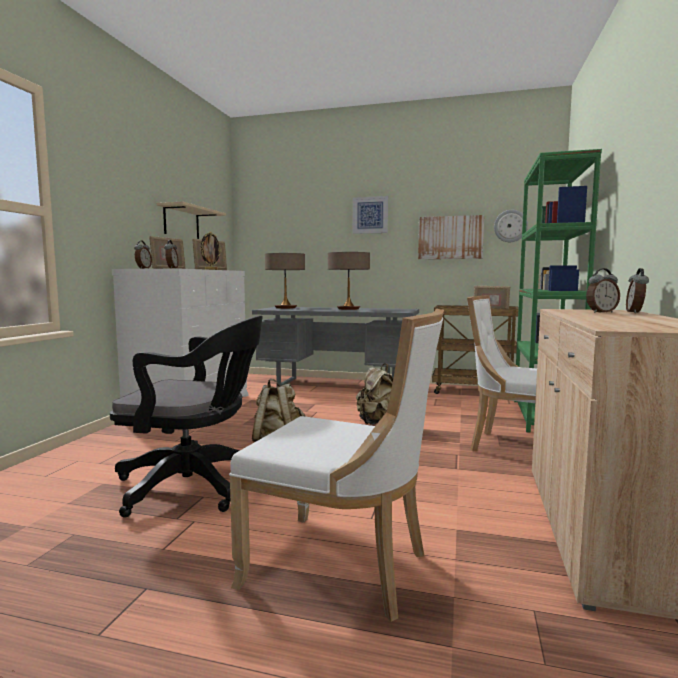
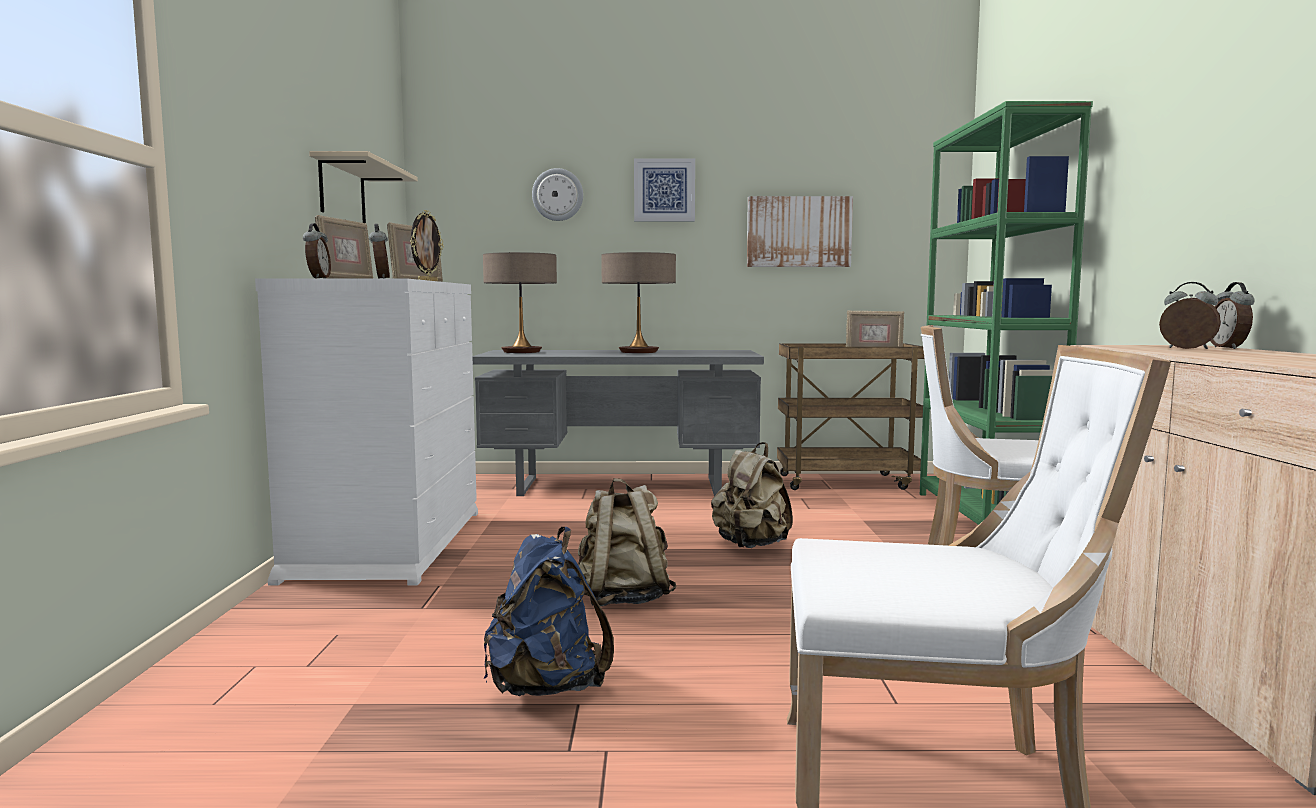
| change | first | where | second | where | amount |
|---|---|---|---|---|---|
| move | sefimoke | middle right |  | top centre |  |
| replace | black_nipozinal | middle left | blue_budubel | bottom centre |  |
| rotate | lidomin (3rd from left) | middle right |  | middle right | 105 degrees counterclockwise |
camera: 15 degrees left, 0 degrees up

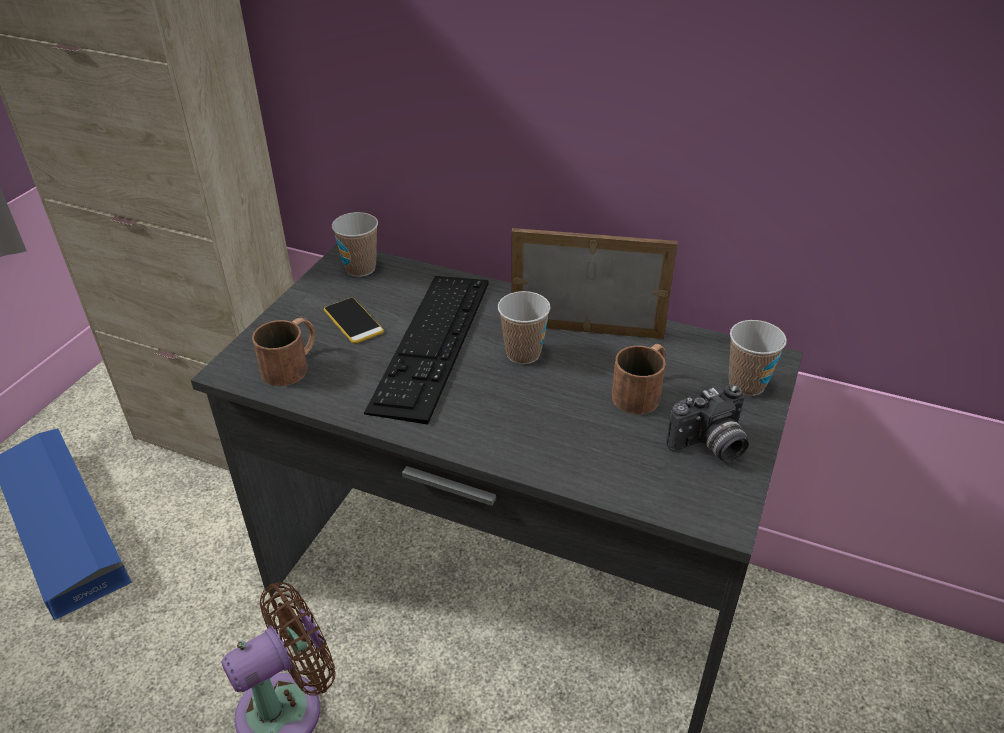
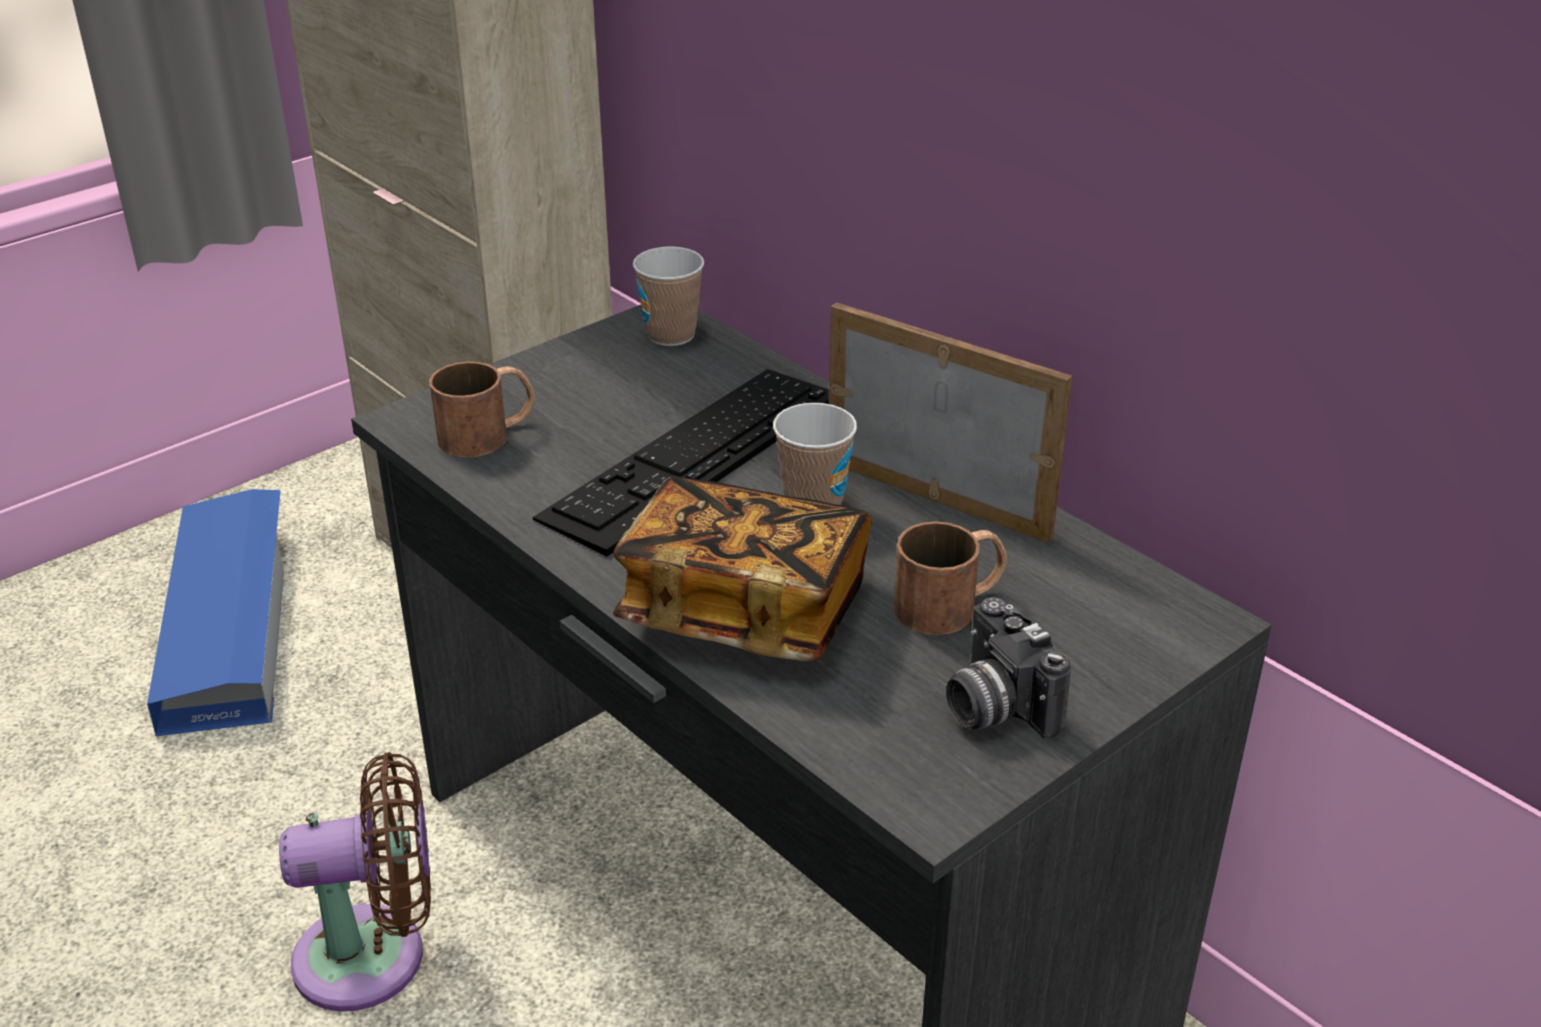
| change | first | where | second | where | amount |
|---|---|---|---|---|---|
| delete | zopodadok | centre |  |  |  |
| delete | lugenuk (3rd from left) | middle right |  |  |  |
| insert |  |  | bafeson | centre |  |
| rotate | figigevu | middle right |  | centre | 60 degrees clockwise |
camera: 25 degrees right, 5 degrees down

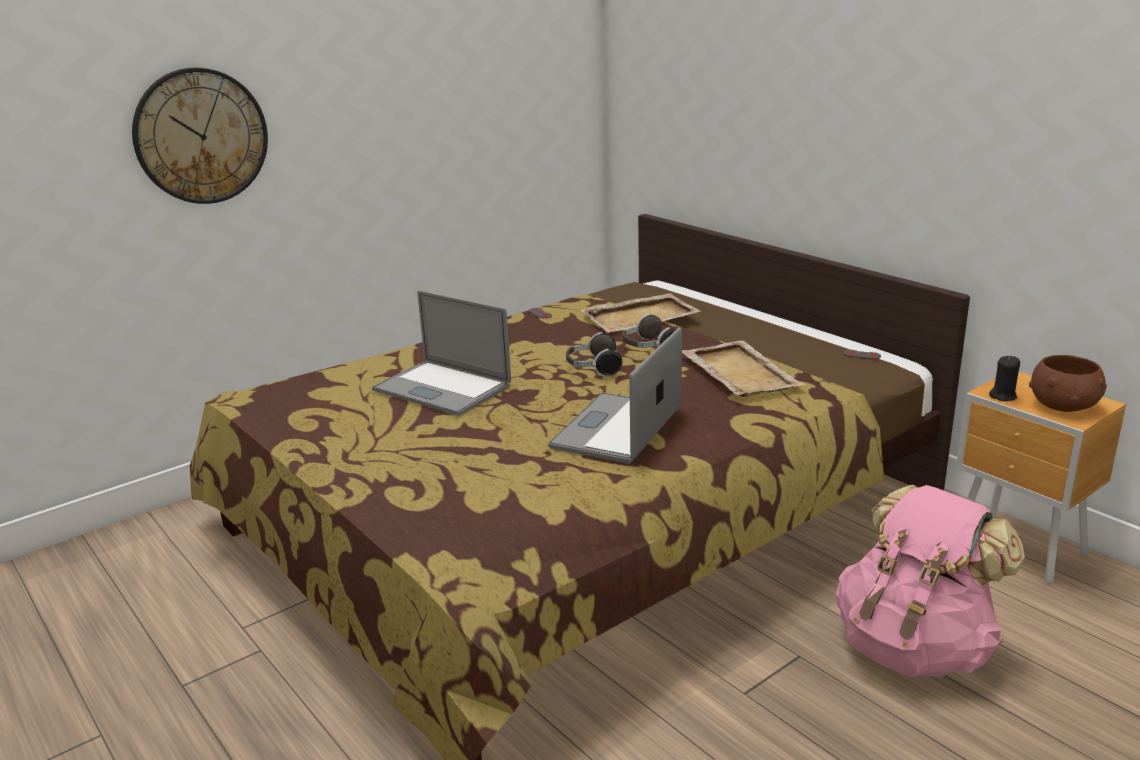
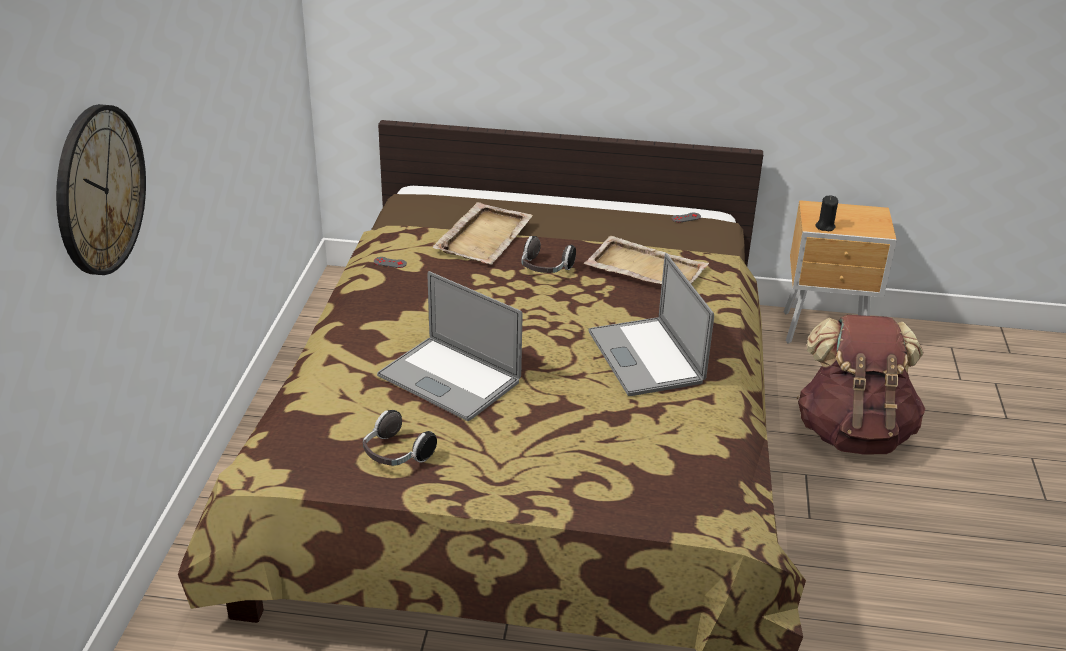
| change | first | where | second | where | amount |
|---|---|---|---|---|---|
| delete | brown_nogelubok | middle right |  |  |  |
| move | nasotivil (1st from left) | centre |  | bottom centre |  |
| recolor | pink_budubel | bottom right | brown_budubel | middle right |  |
| rotate | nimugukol (1st from left) | centre |  | centre | 45 degrees clockwise |
camera: 45 degrees left, 10 degrees up

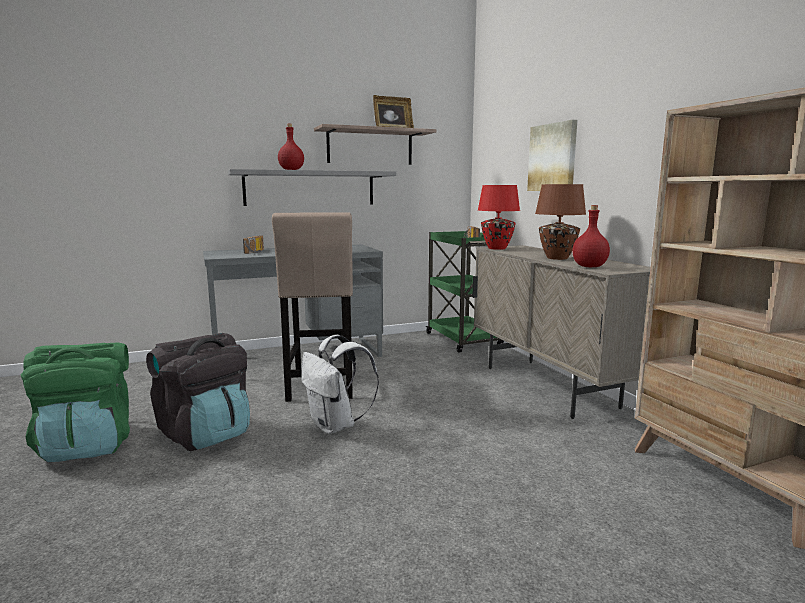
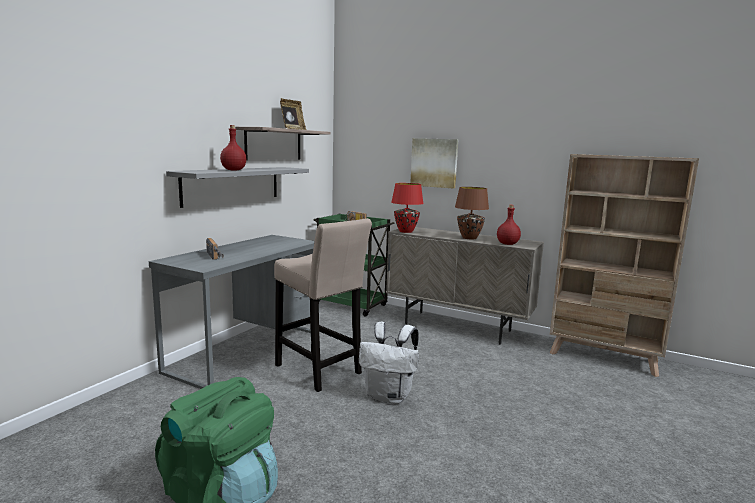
| change | first | where | second | where | amount |
|---|---|---|---|---|---|
| delete | black_budubel | middle left |  |  |  |
camera: 40 degrees left, 0 degrees up

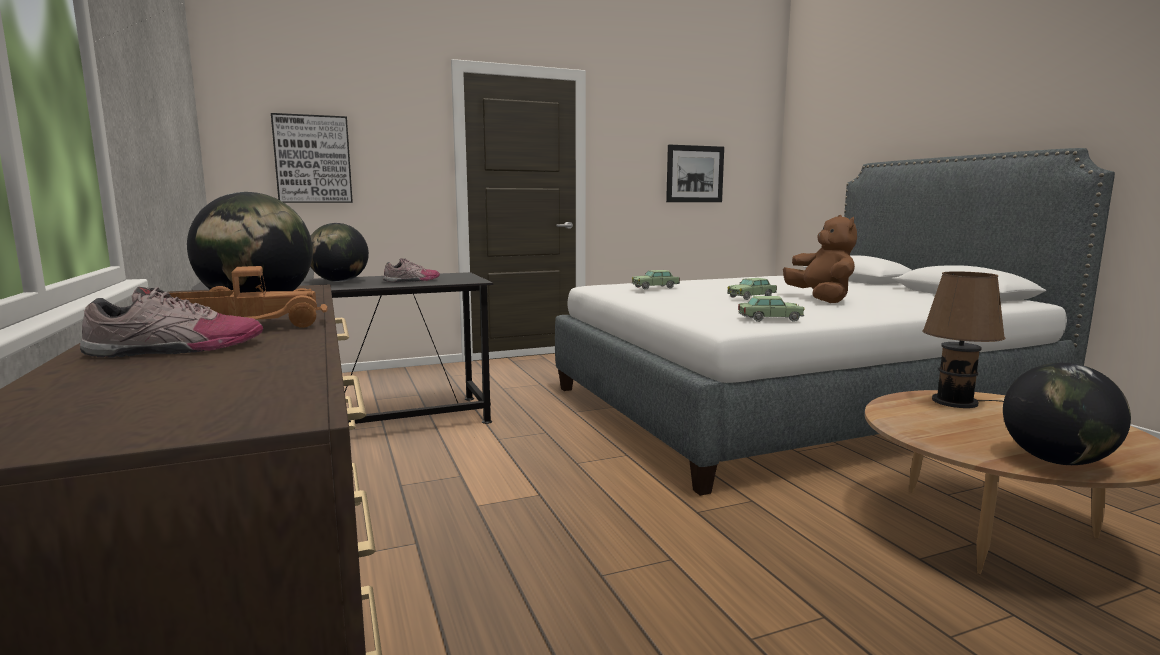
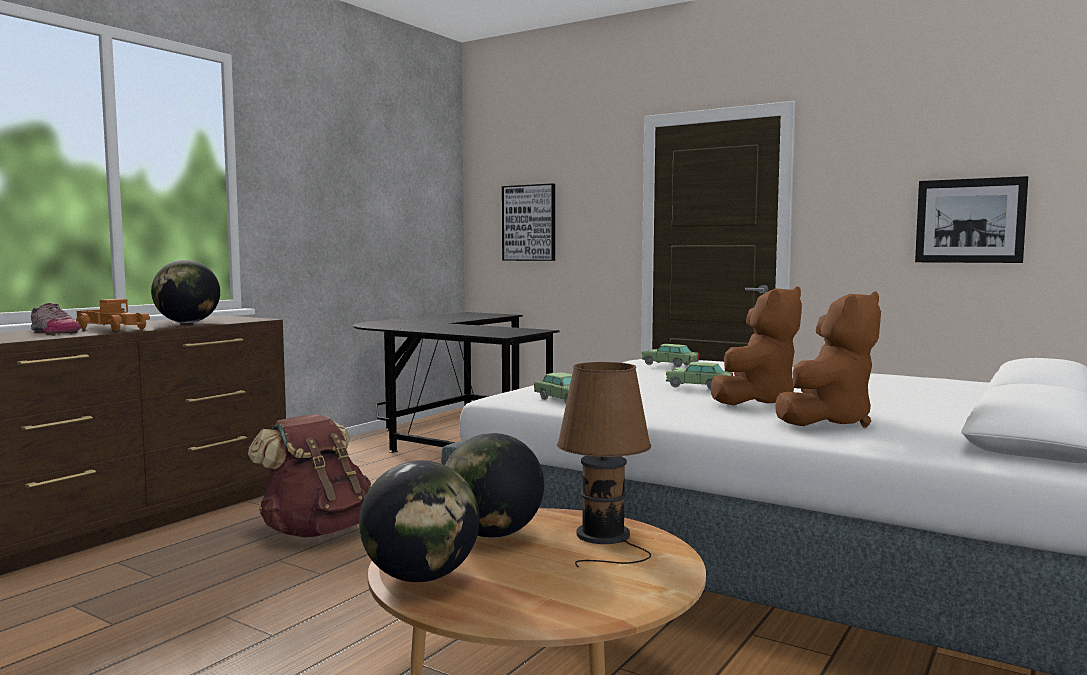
| change | first | where | second | where | amount |
|---|---|---|---|---|---|
| delete | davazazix (2nd from left) | centre |  |  |  |
| insert |  |  | brown_budubel | bottom left |  |
| insert |  |  | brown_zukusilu (2nd from left) | middle right |  |
| move | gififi (2nd from left in the first image) | middle left | gififi (3rd from left) | bottom centre |  |
camera: 55 degrees right, 5 degrees down

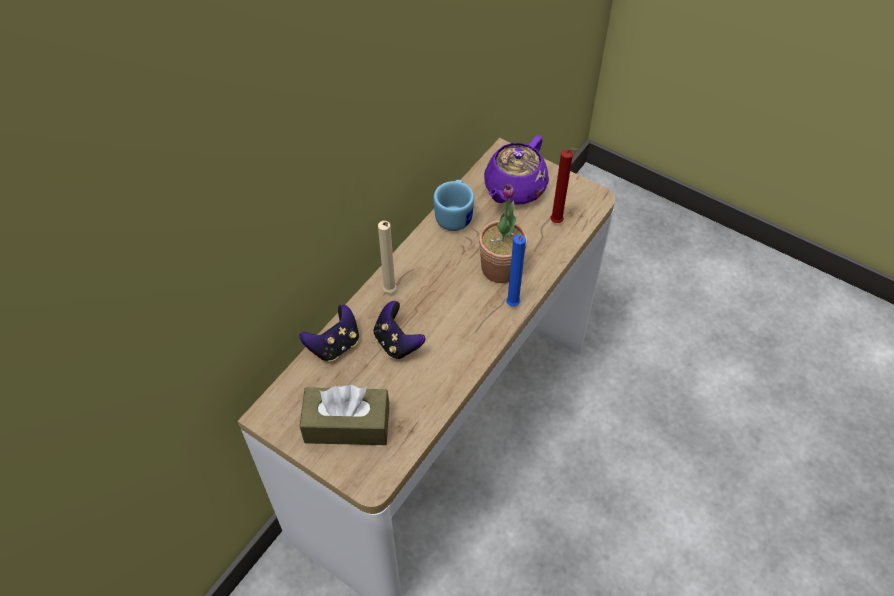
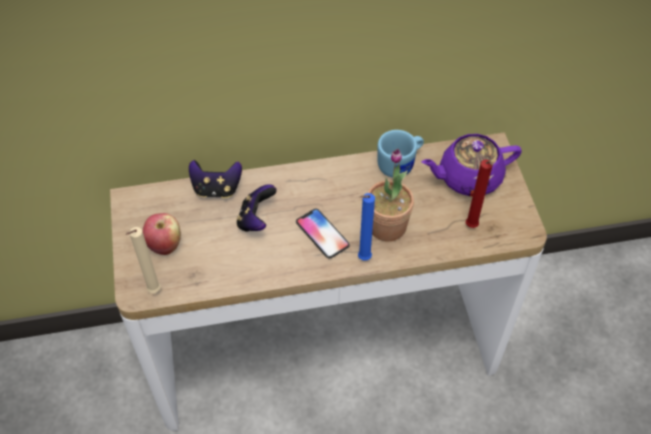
| change | first | where | second | where | amount |
|---|---|---|---|---|---|
| insert |  |  | zopodadok | centre |  |
| move | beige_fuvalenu | centre |  | middle left |  |
| replace | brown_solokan | bottom centre | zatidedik | middle left |  |
camera: 45 degrees right, 0 degrees up

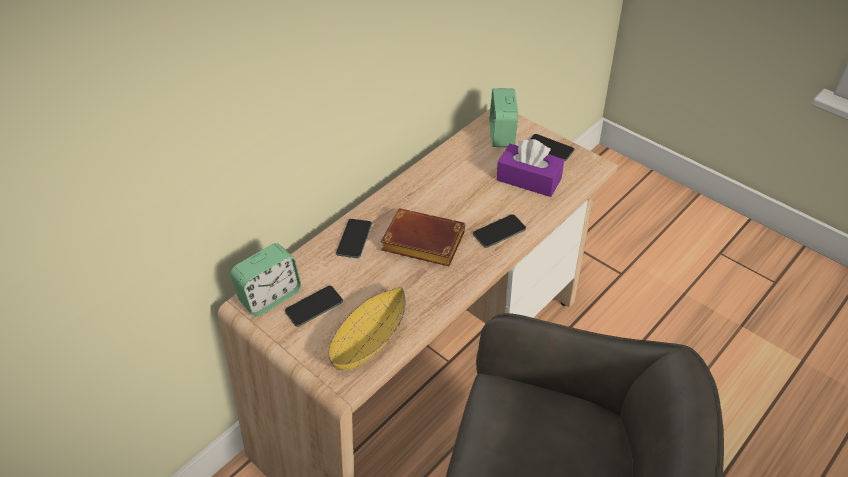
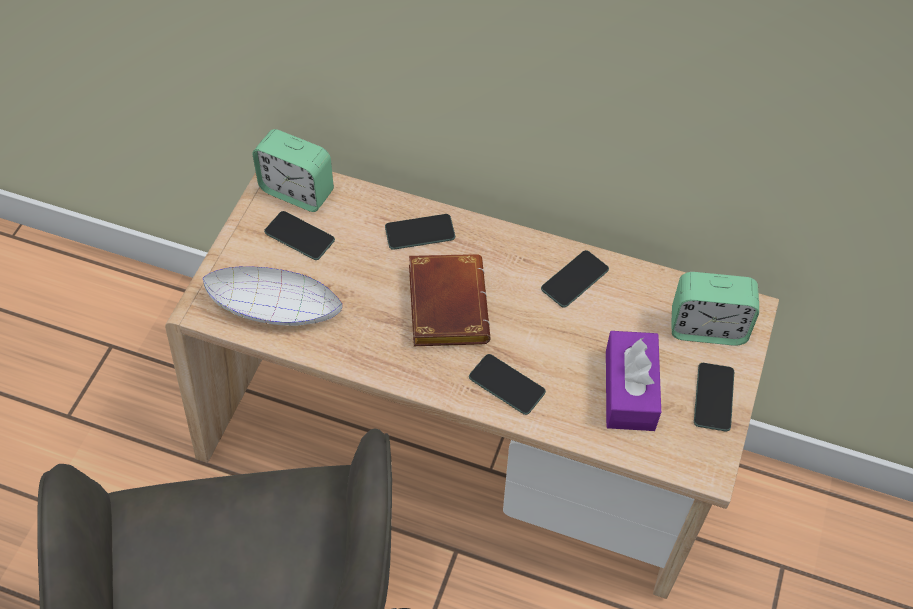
| change | first | where | second | where | amount |
|---|---|---|---|---|---|
| insert |  |  | zopodadok (4th from left) | centre |  |
| recolor | yellow_nogelubok | bottom centre | white_nogelubok | middle left |  |
| rotate | lidomin (2nd from left) | top centre |  | middle right | 150 degrees counterclockwise |
camera: 65 degrees right, 10 degrees up

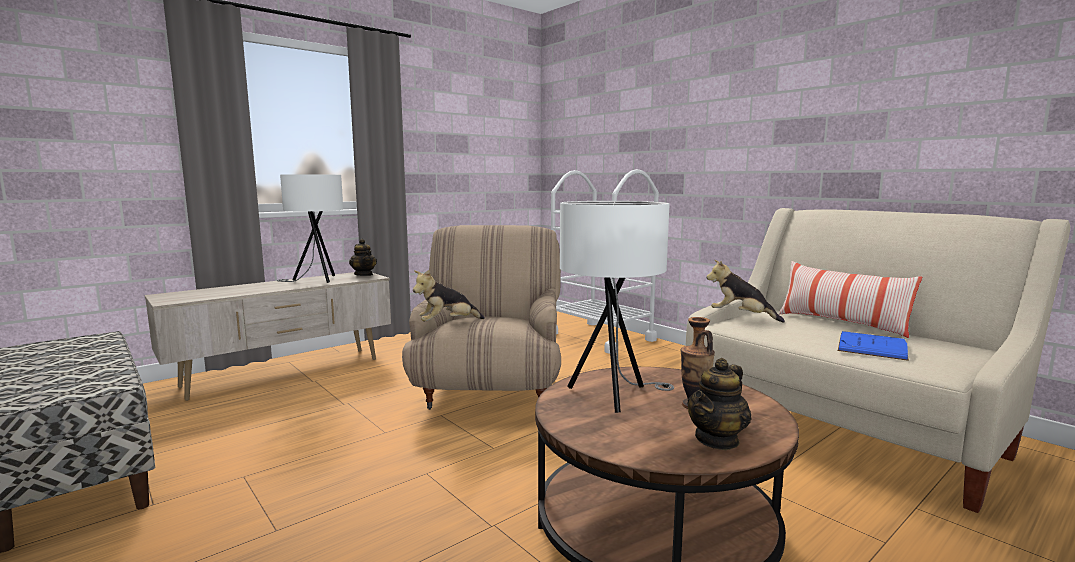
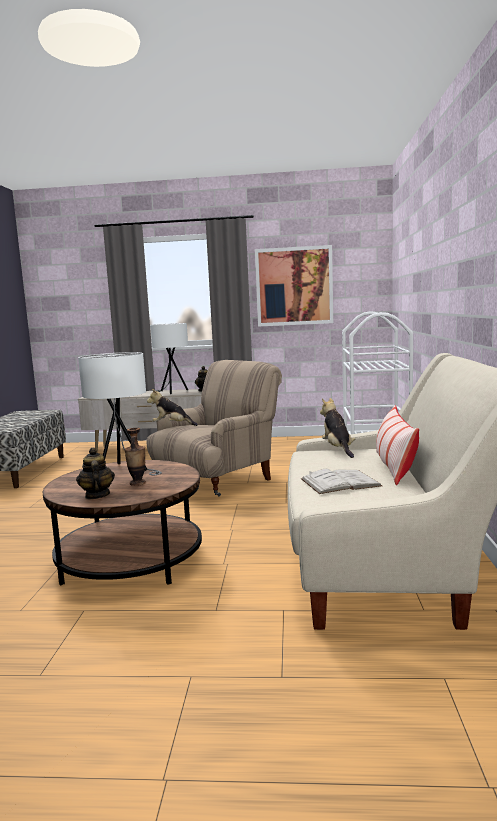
| change | first | where | second | where | amount |
|---|---|---|---|---|---|
| insert |  |  | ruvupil | centre |  |
| recolor | blue_bafeson | middle right | white_bafeson | middle right |  |
| rotate | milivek (2nd from left in the first image) | bottom right | milivek (1st from left) | middle left | 75 degrees clockwise |
camera: 45 degrees right, 0 degrees up

